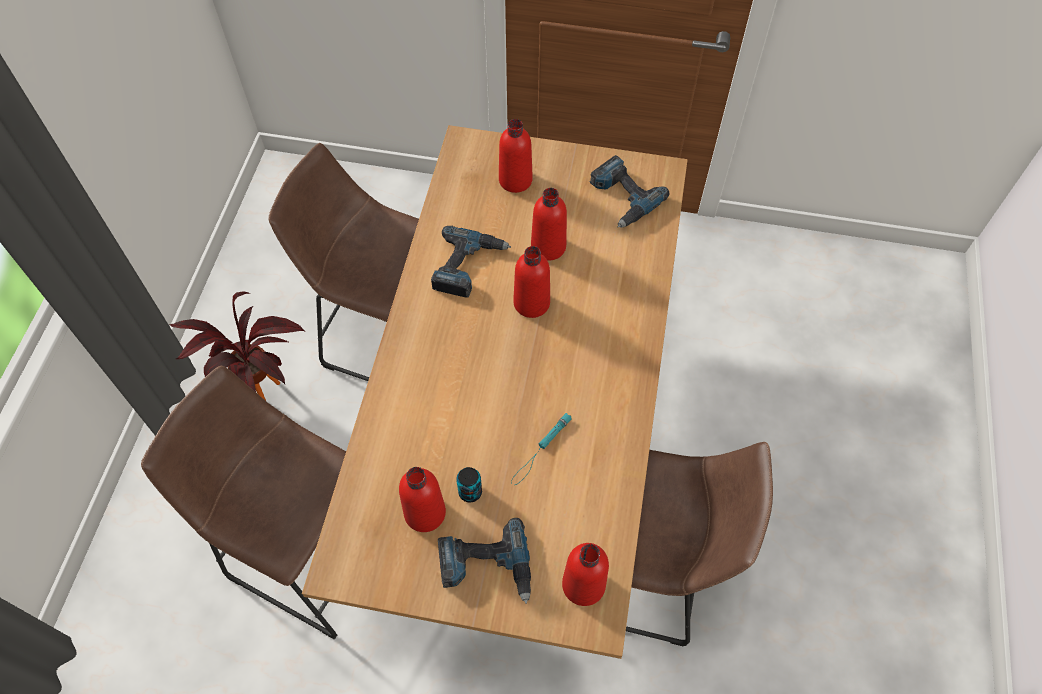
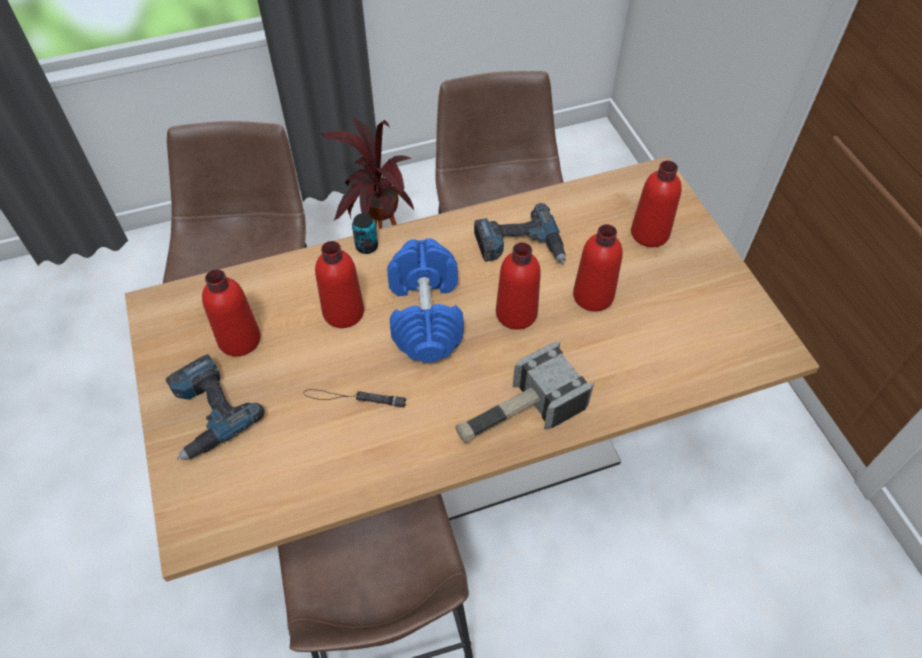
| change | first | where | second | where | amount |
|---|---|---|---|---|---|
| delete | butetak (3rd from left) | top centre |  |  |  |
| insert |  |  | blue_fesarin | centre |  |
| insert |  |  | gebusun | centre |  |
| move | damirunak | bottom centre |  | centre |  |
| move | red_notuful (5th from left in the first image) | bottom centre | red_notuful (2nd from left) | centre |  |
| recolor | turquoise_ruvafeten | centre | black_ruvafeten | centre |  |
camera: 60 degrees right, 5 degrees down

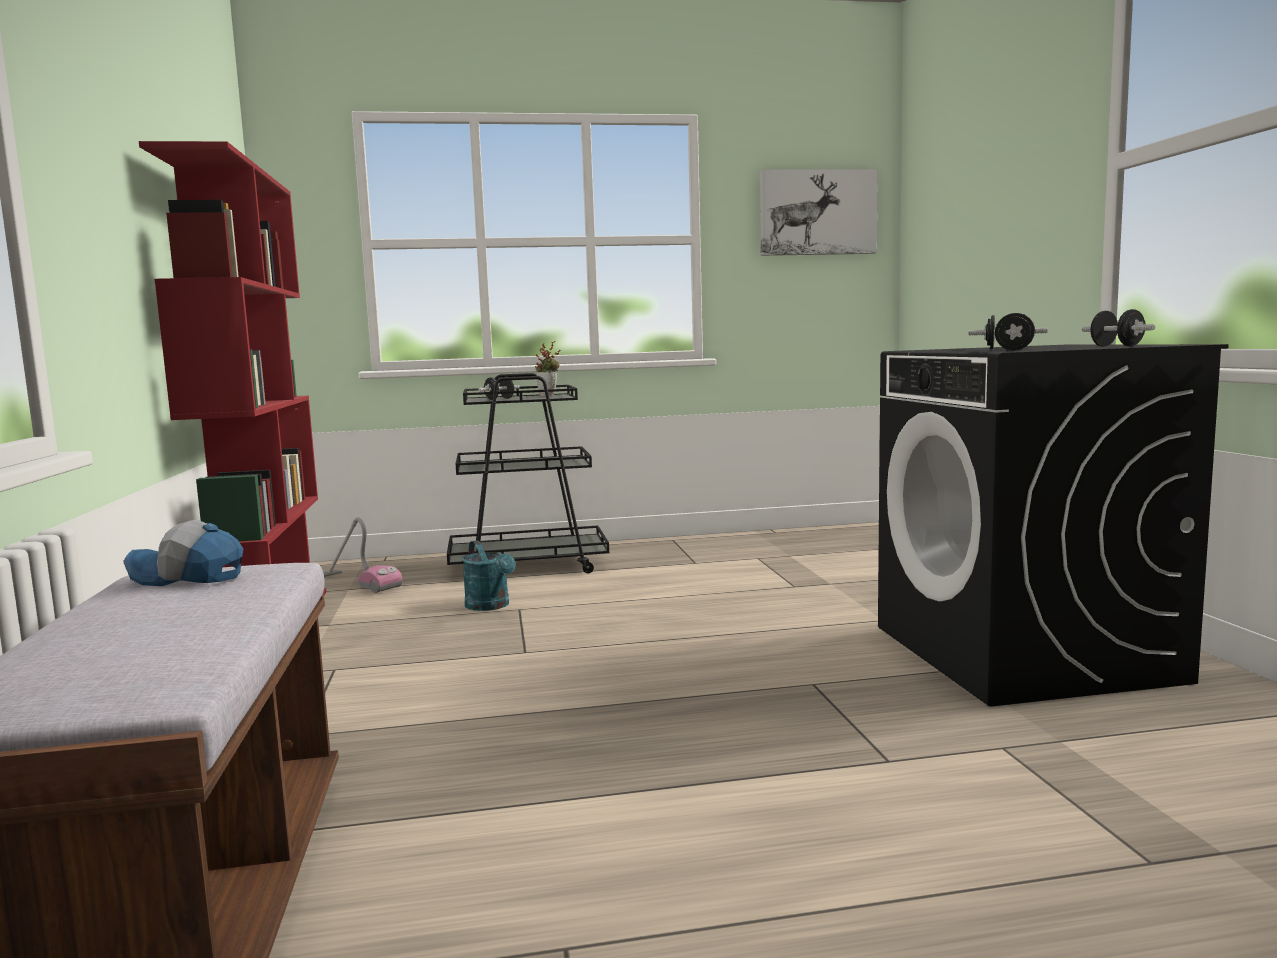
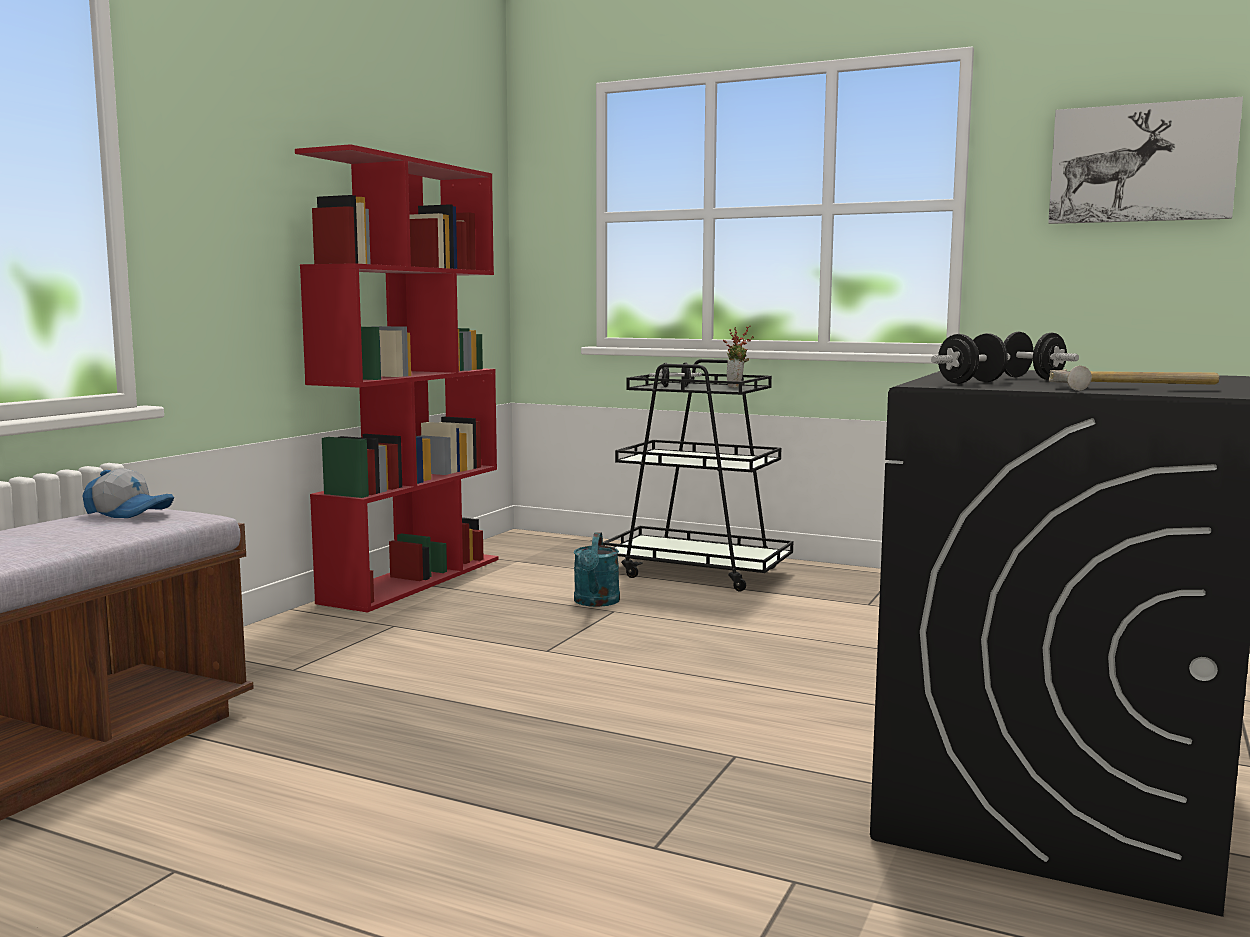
| change | first | where | second | where | amount |
|---|---|---|---|---|---|
| delete | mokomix | middle left |  |  |  |
| replace | black_fesarin (4th from left) | middle right | gebusun | middle right |  |
| rotate | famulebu | middle left |  | middle left | 150 degrees clockwise |
camera: 35 degrees right, 0 degrees up

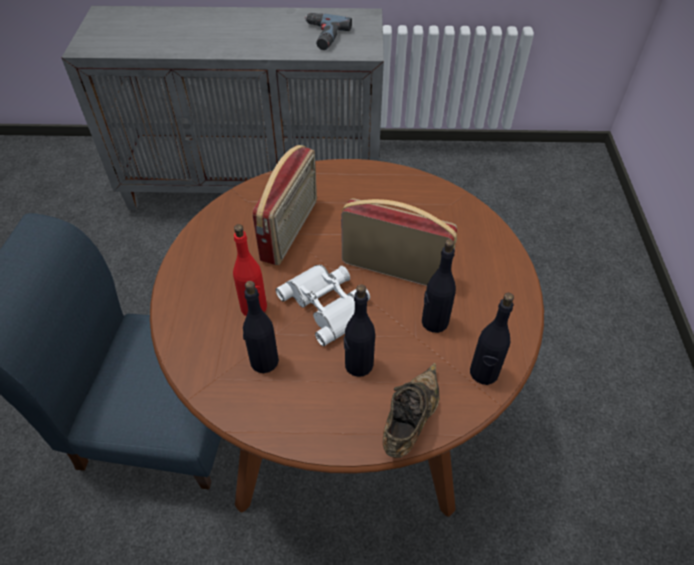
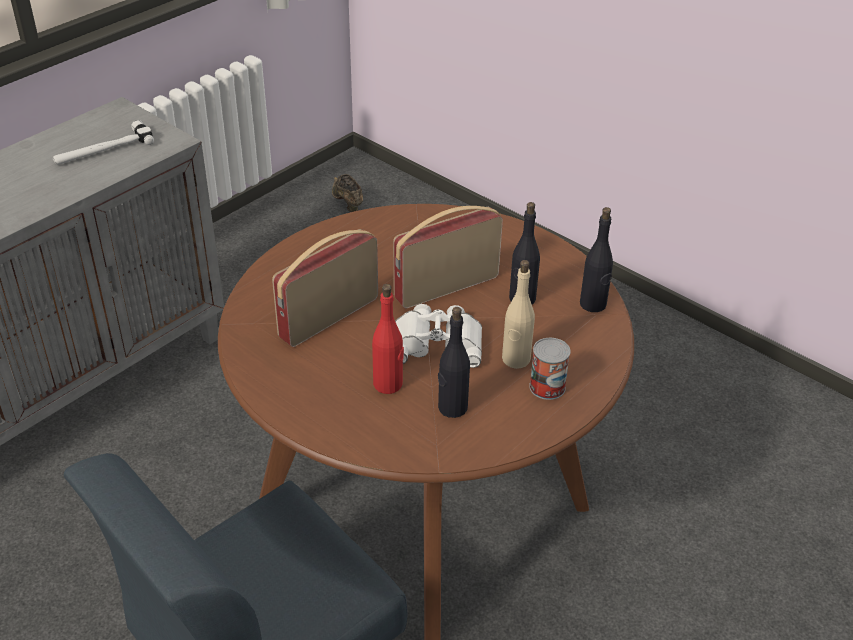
| change | first | where | second | where | amount |
|---|---|---|---|---|---|
| insert |  |  | damirunak | centre |  |
| move | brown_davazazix | bottom centre |  | top centre |  |
| replace | butetak | top centre | gebusun | top left |  |
| recolor | black_notuful (2nd from left) | centre | beige_notuful | centre |  |
| rotate | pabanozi (1st from left) | centre |  | centre | 105 degrees counterclockwise |
camera: 50 degrees left, 10 degrees down

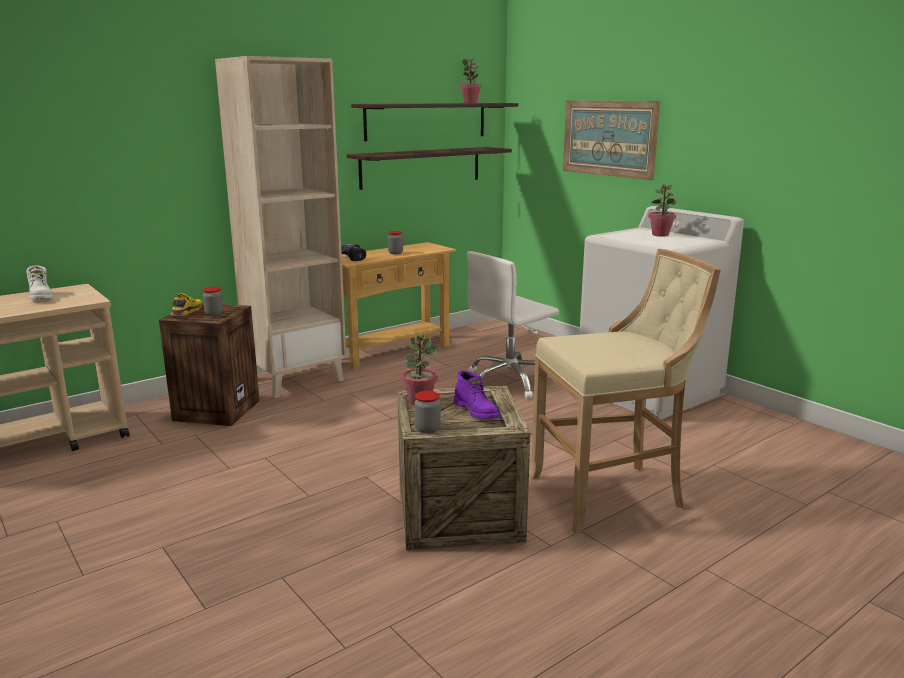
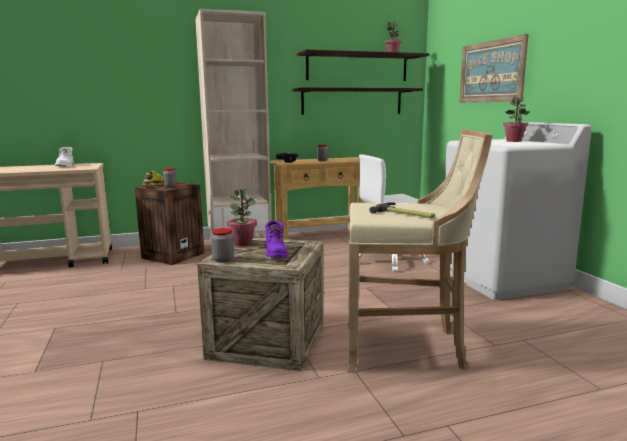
| change | first | where | second | where | amount |
|---|---|---|---|---|---|
| insert |  |  | gebusun | centre |  |
camera: 20 degrees right, 5 degrees down

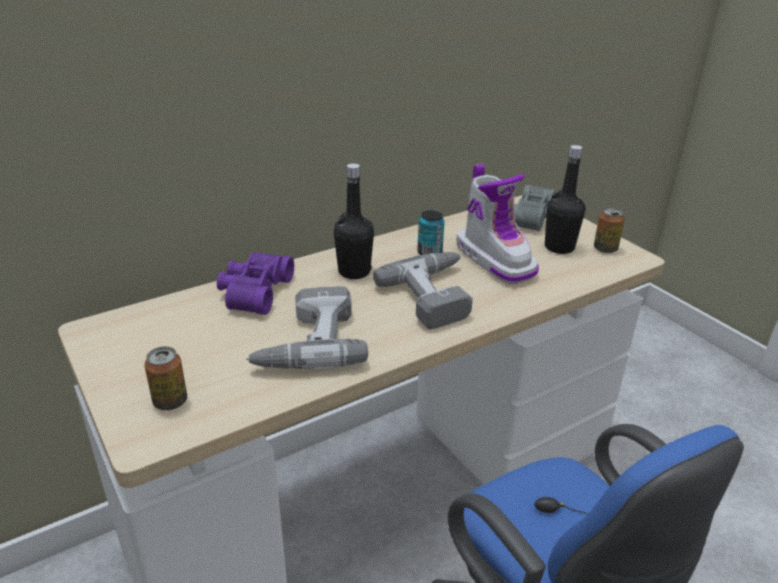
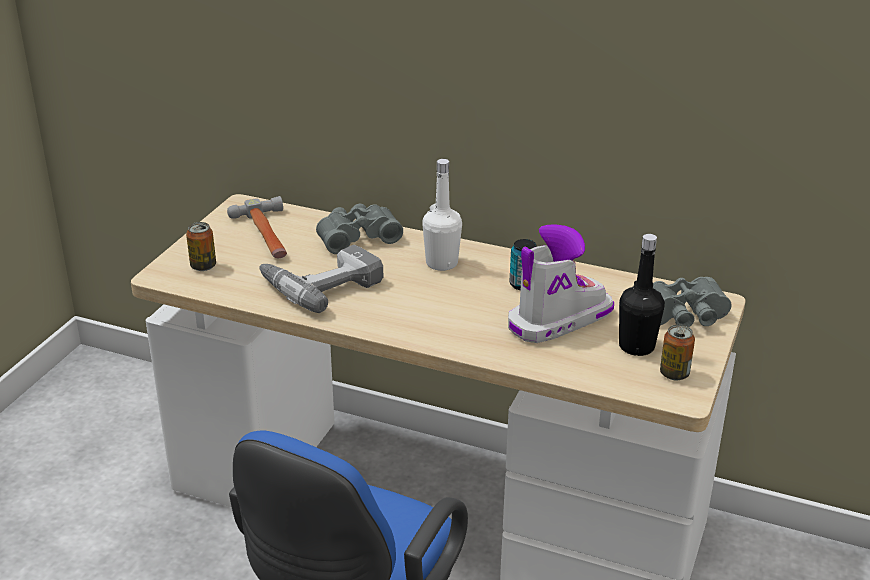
| change | first | where | second | where | amount |
|---|---|---|---|---|---|
| delete | butetak (2nd from left) | centre |  |  |  |
| insert |  |  | gebusun | middle left |  |
| recolor | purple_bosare | middle left | grey_bosare (1st from left) | centre |  |
| recolor | black_notuful (1st from left) | centre | white_notuful | centre |  |
| rotate | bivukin | centre |  | centre | 150 degrees counterclockwise |
camera: 55 degrees right, 0 degrees up

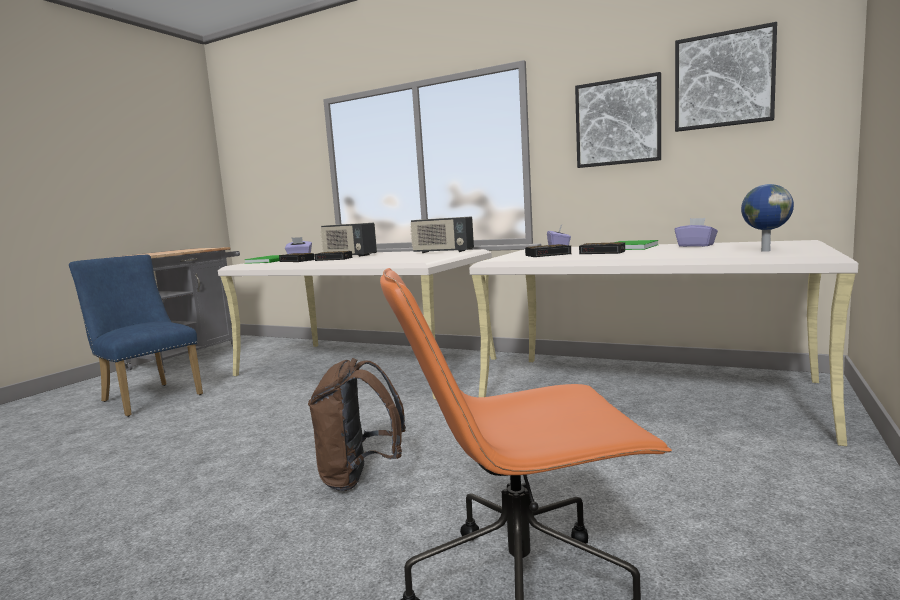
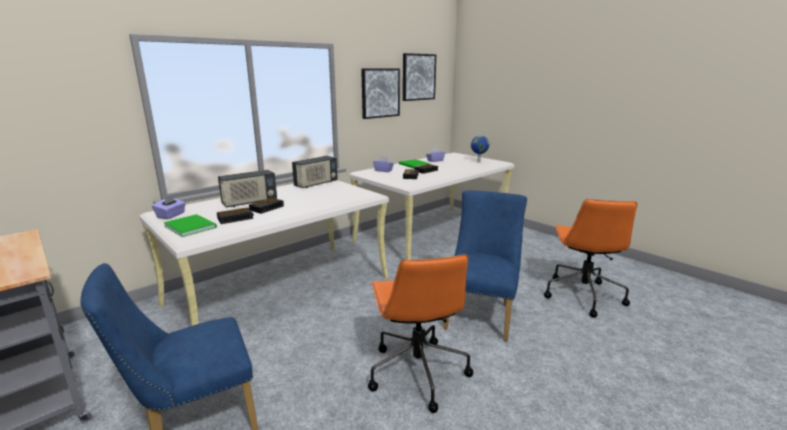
| change | first | where | second | where | amount |
|---|---|---|---|---|---|
| insert |  |  | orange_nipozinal (1st from left) | bottom centre |  |
| replace | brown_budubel | bottom centre | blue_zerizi (2nd from left) | centre |  |
camera: 70 degrees left, 10 degrees up

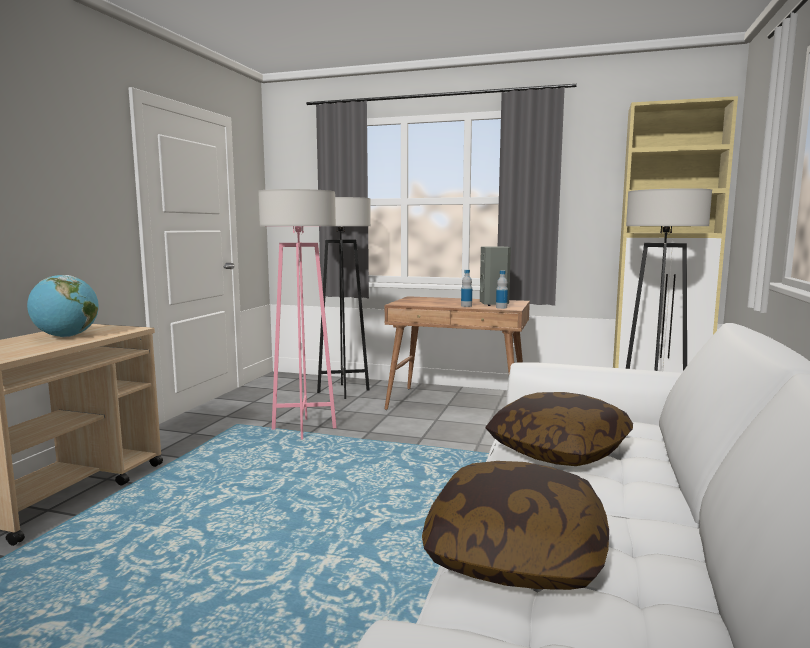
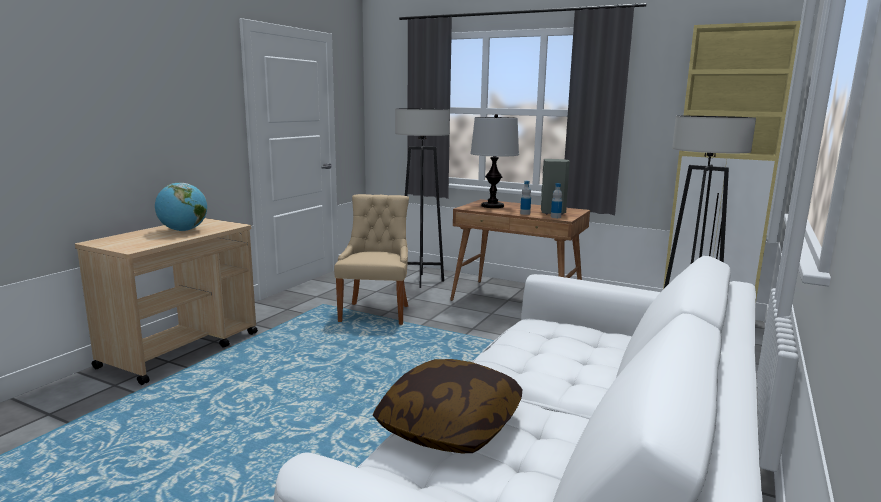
| change | first | where | second | where | amount |
|---|---|---|---|---|---|
| delete | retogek (2nd from left) | middle right |  |  |  |
| insert |  |  | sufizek | top centre |  |
| replace | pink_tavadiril | centre | beige_zerizi | centre |  |
camera: 10 degrees right, 5 degrees up

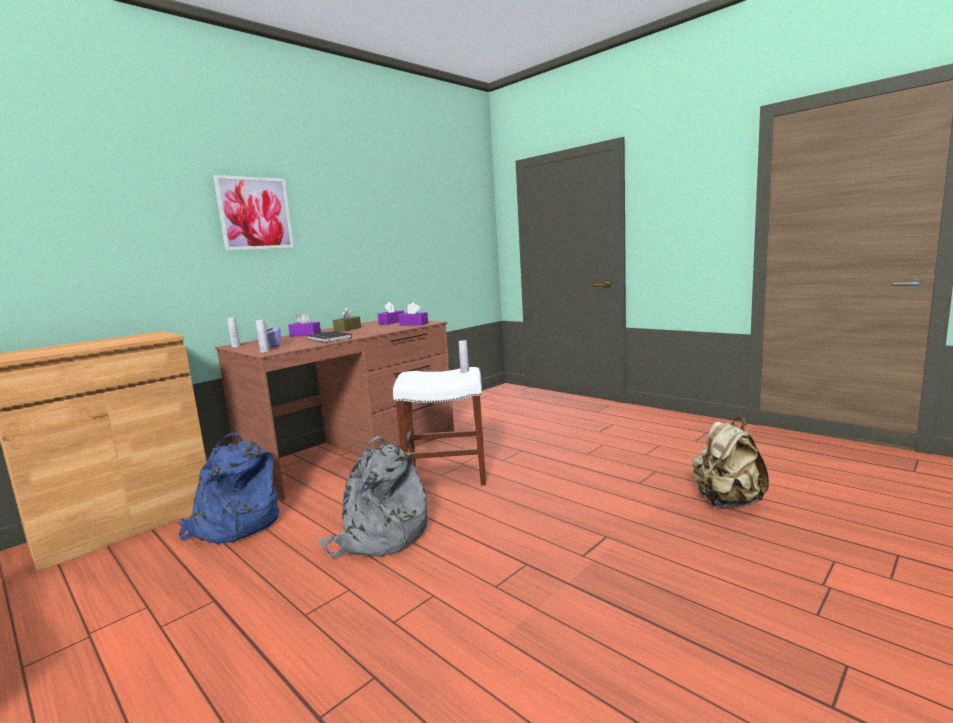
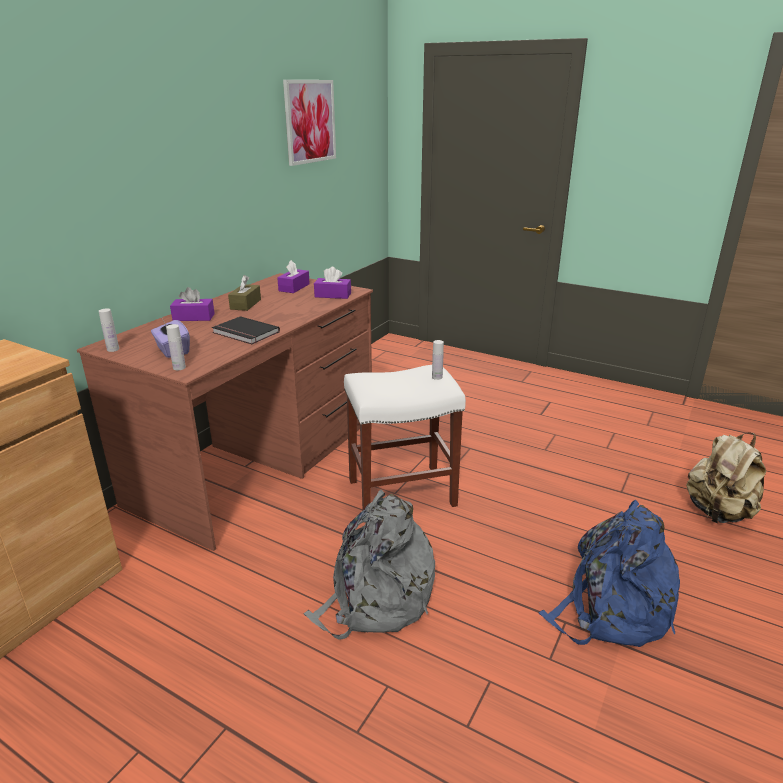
| change | first | where | second | where | amount |
|---|---|---|---|---|---|
| move | blue_budubel | bottom left |  | bottom right |  |
| move | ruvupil | top left |  | top centre |  |
camera: 15 degrees left, 15 degrees up

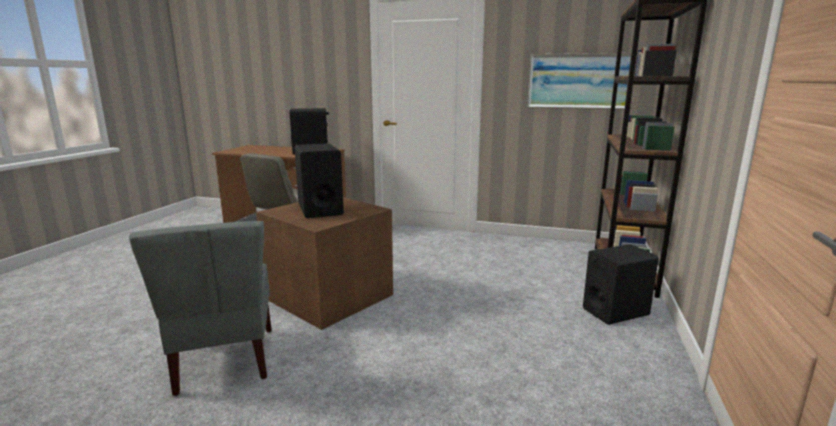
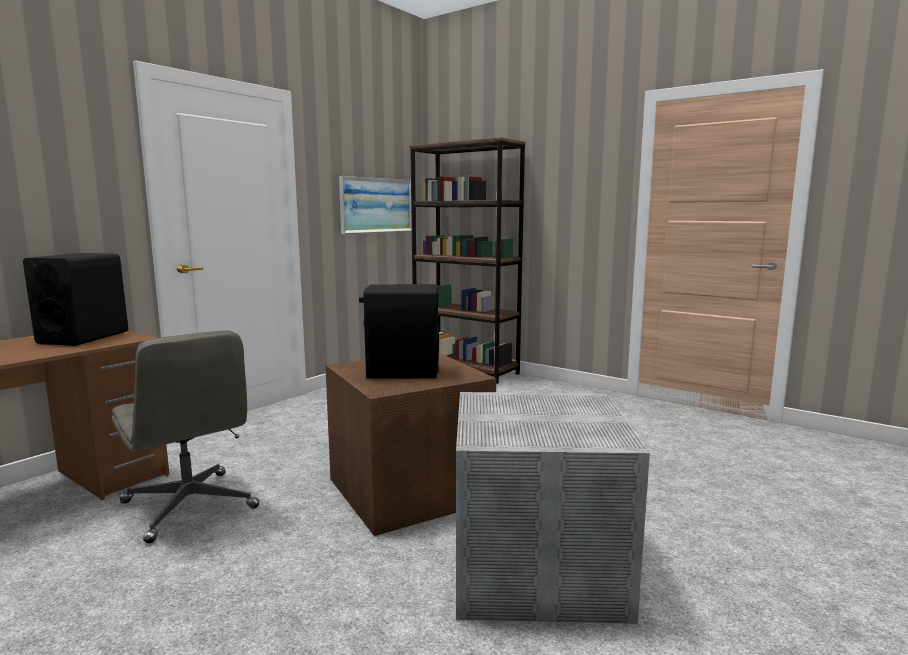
| change | first | where | second | where | amount |
|---|---|---|---|---|---|
| delete | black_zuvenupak (3rd from left) | bottom right |  |  |  |
| replace | grey_zerizi | bottom left | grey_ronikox | bottom centre |  |
camera: 70 degrees left, 5 degrees down

